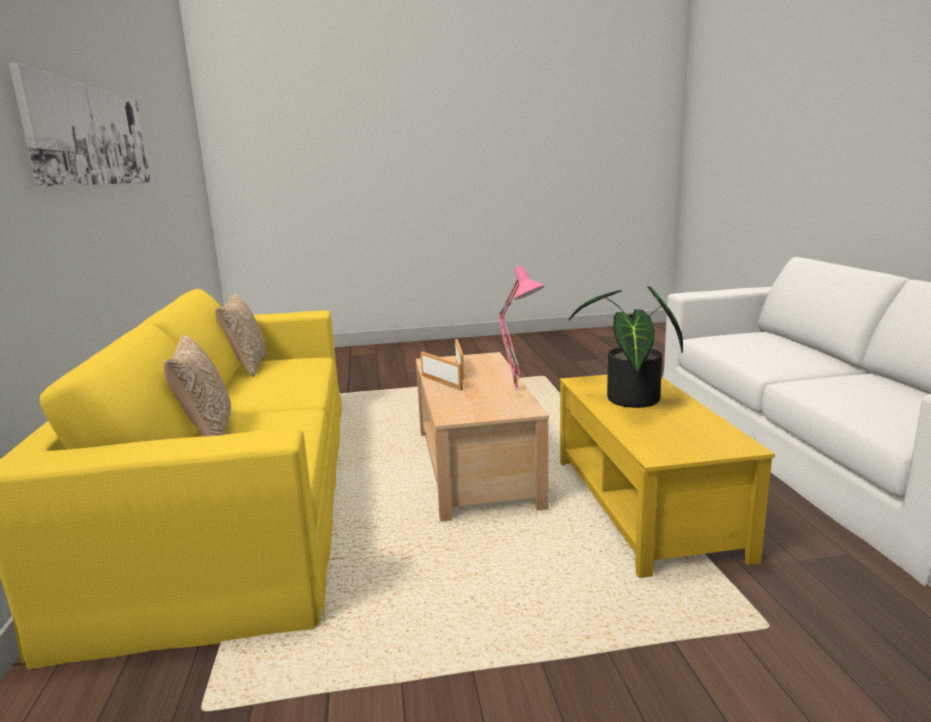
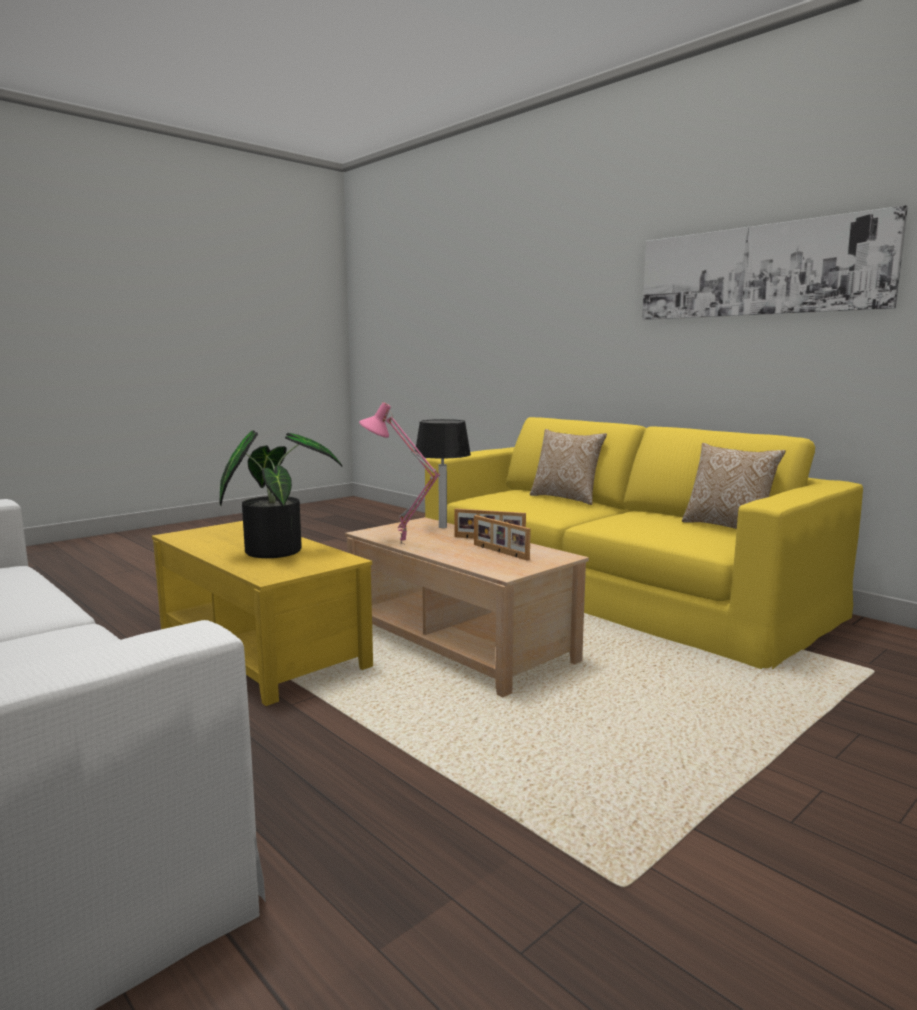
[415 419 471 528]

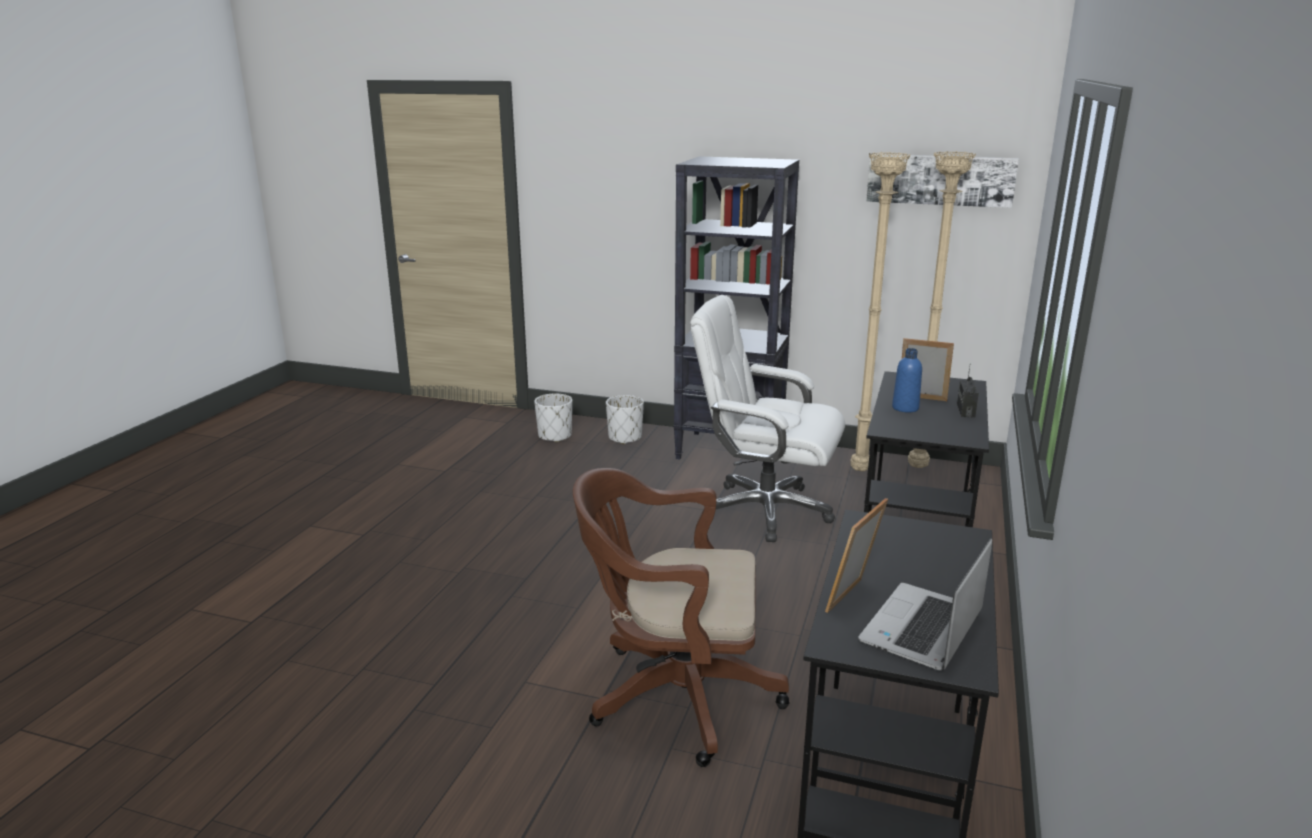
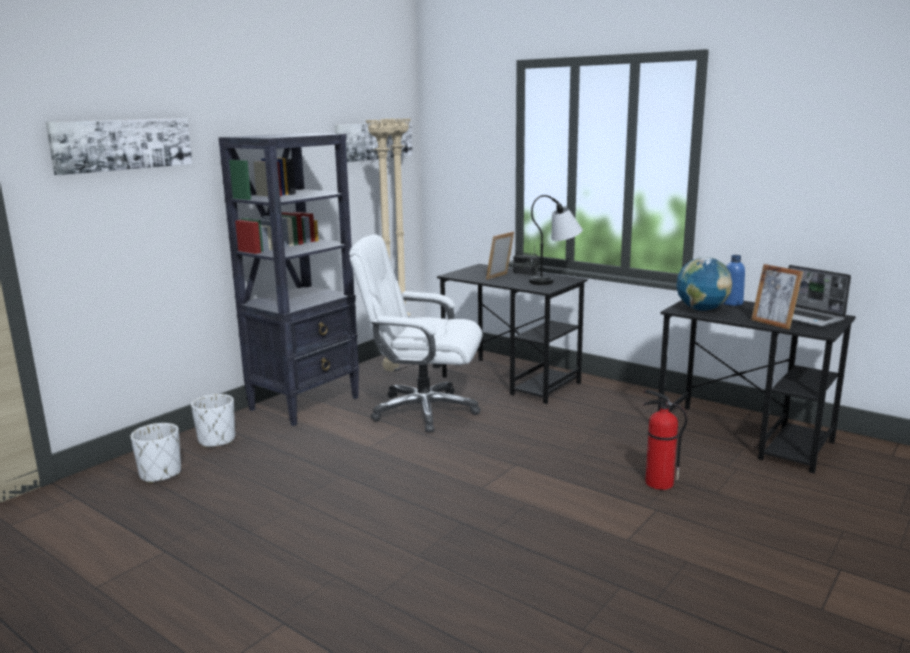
[45 118 193 175]
[349 234 482 433]
[529 195 583 285]
[643 390 688 490]
[676 257 733 311]
[723 255 745 306]

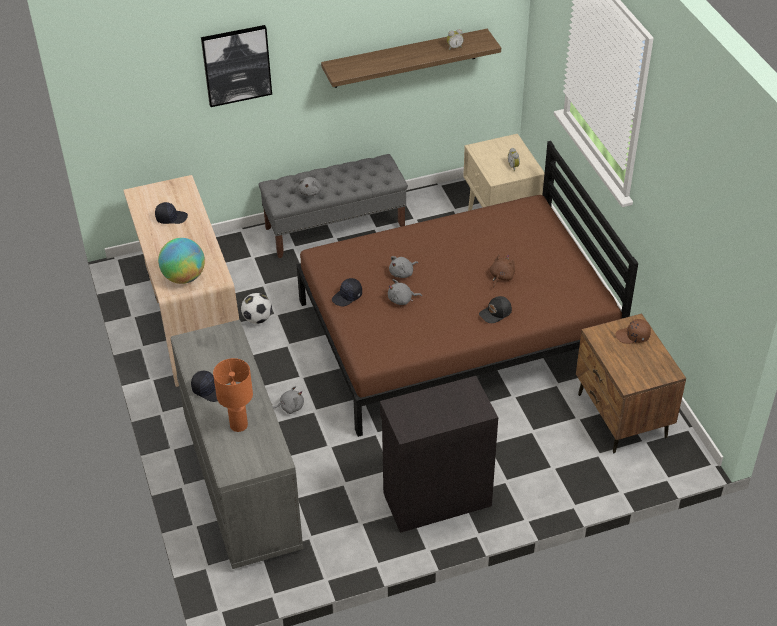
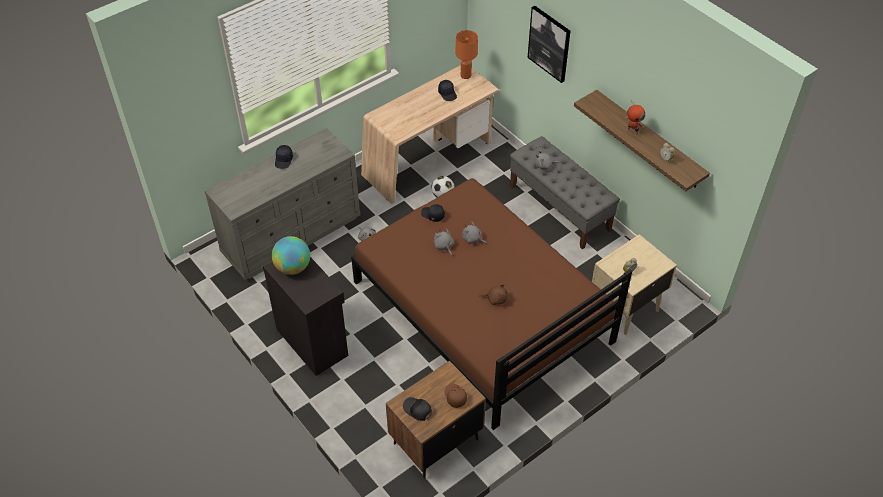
[272 236 310 275]
[403 397 432 421]
[456 30 478 79]
[626 100 645 136]

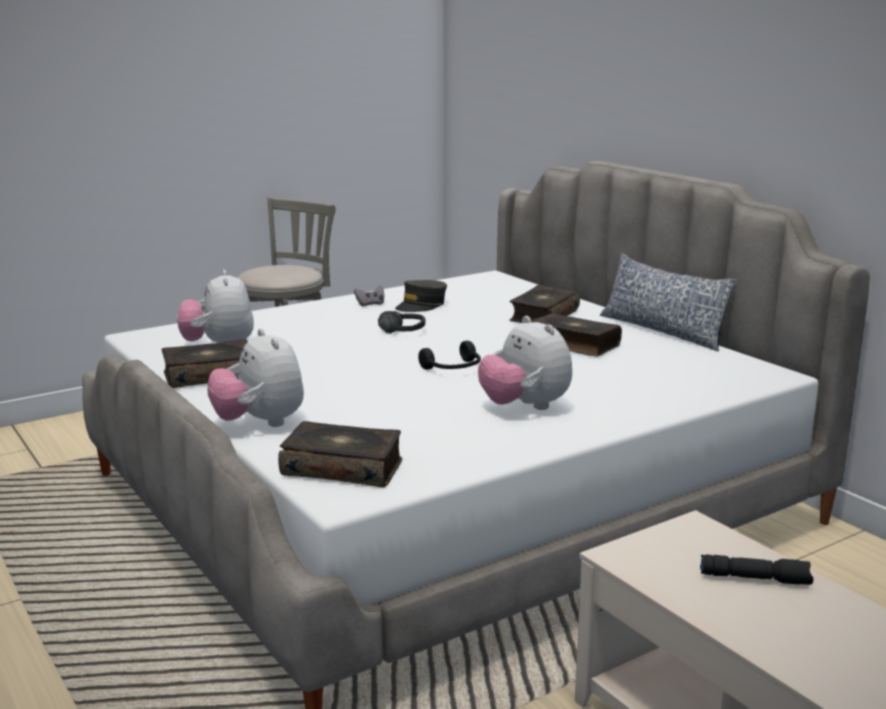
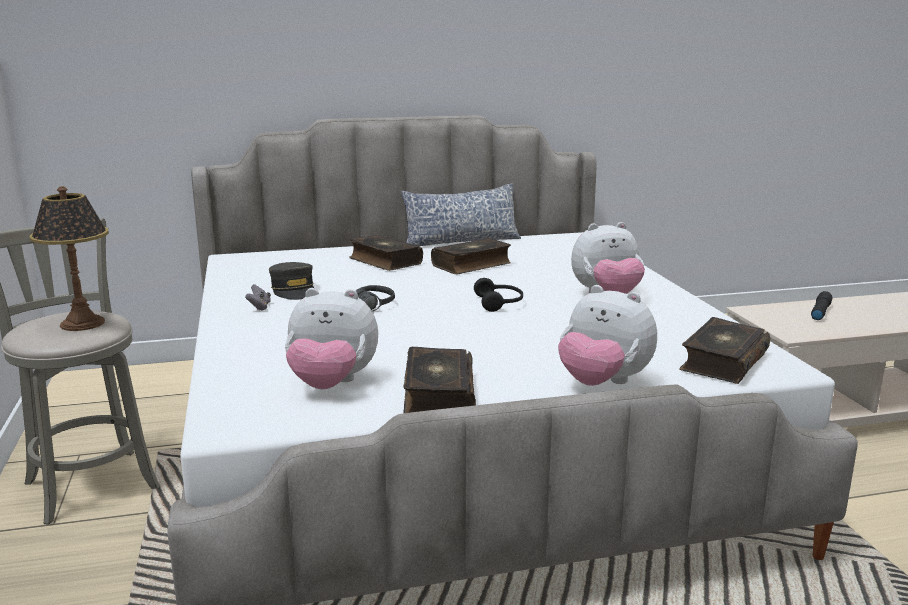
[29 186 109 331]
[558 285 657 386]

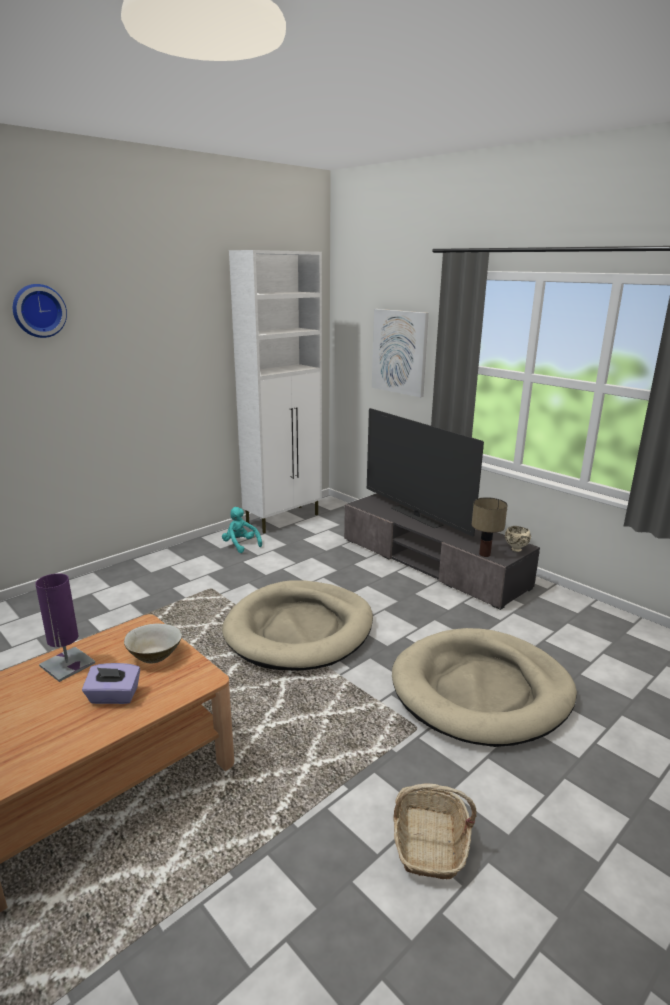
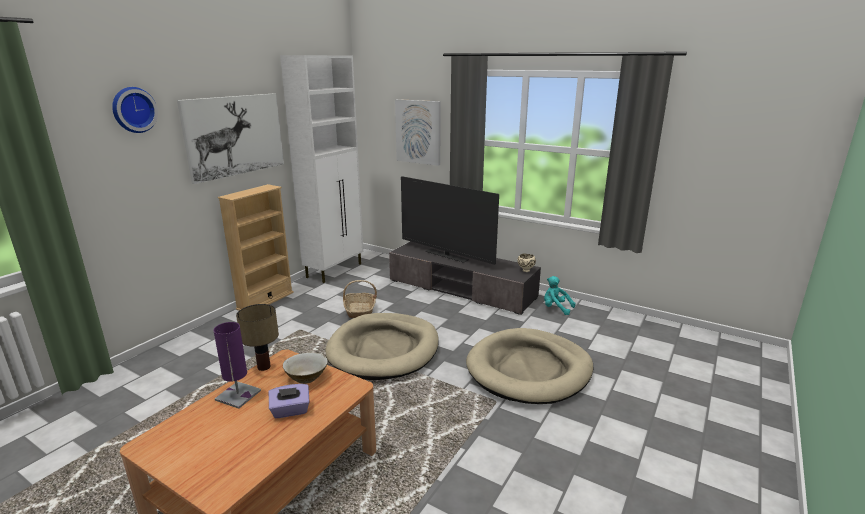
[177 94 284 184]
[218 184 294 311]
[236 304 279 371]
[343 280 377 318]
[544 276 576 315]

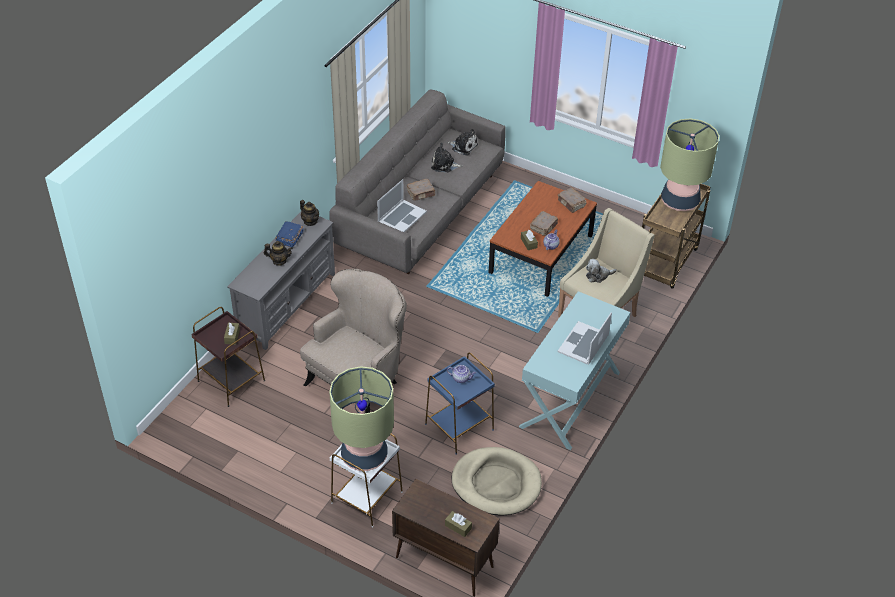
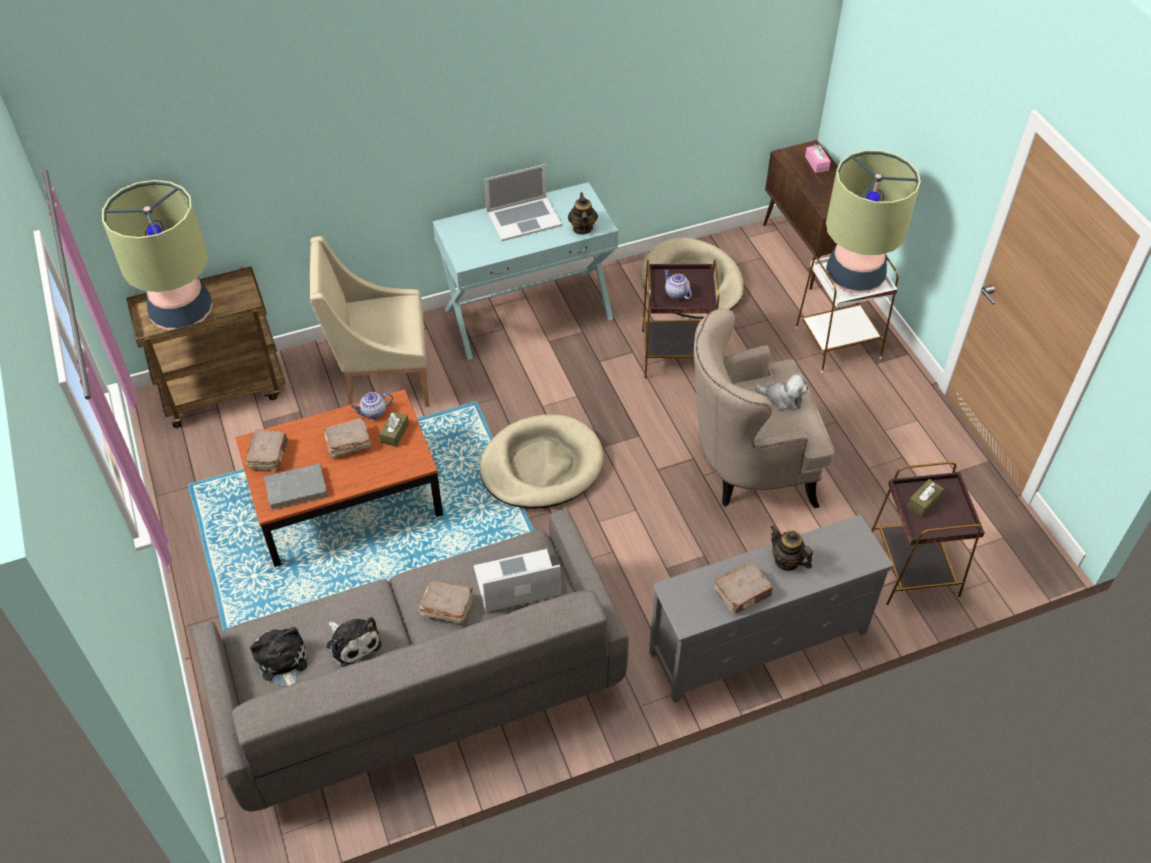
[264 463 328 510]
[480 414 603 509]
[568 193 598 235]
[642 260 720 379]
[714 563 773 614]
[755 374 808 411]
[805 144 831 173]

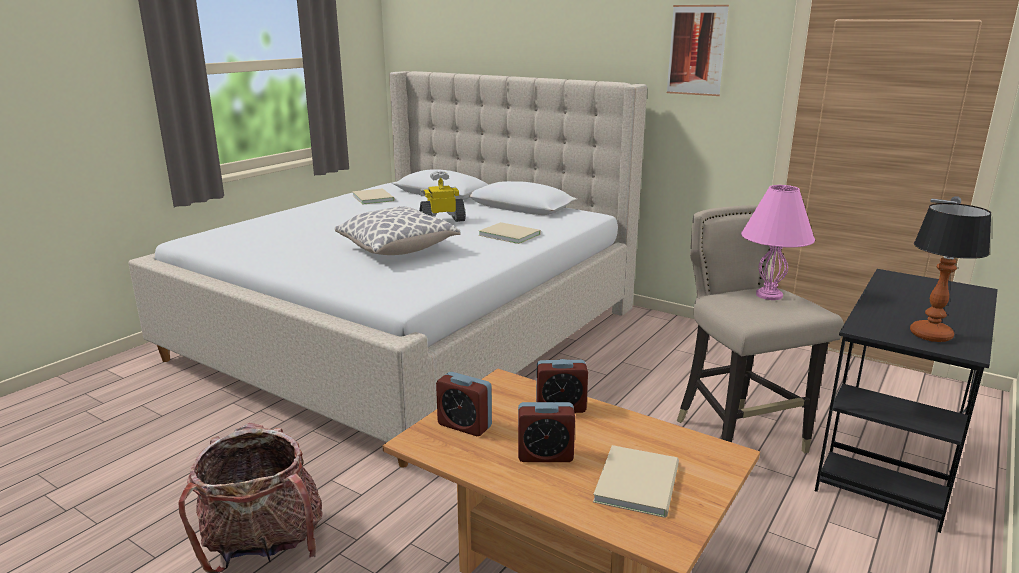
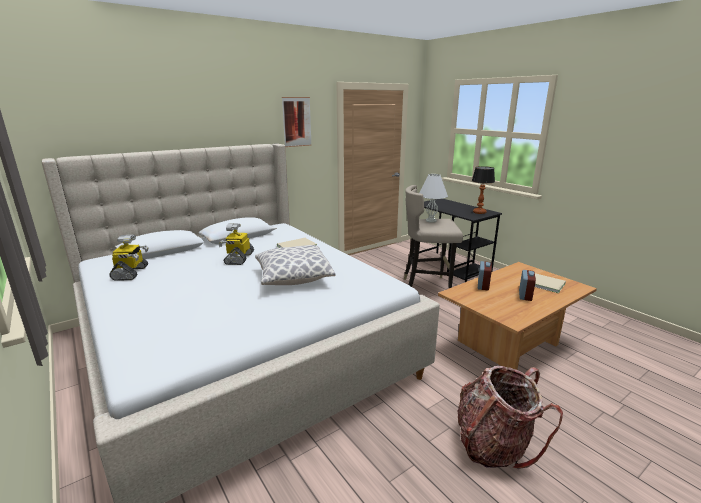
[110 235 149 281]
[420 174 448 223]
[436 372 492 436] (first image)

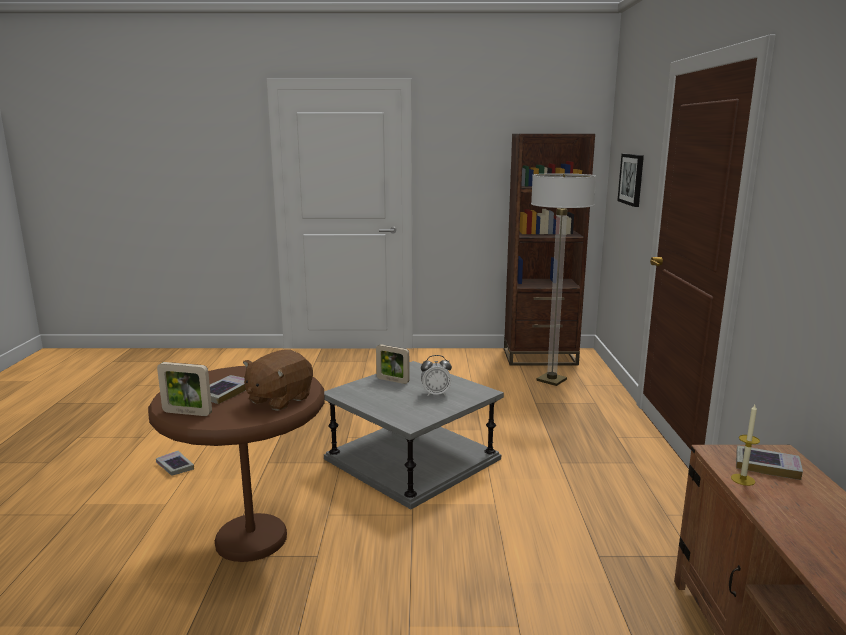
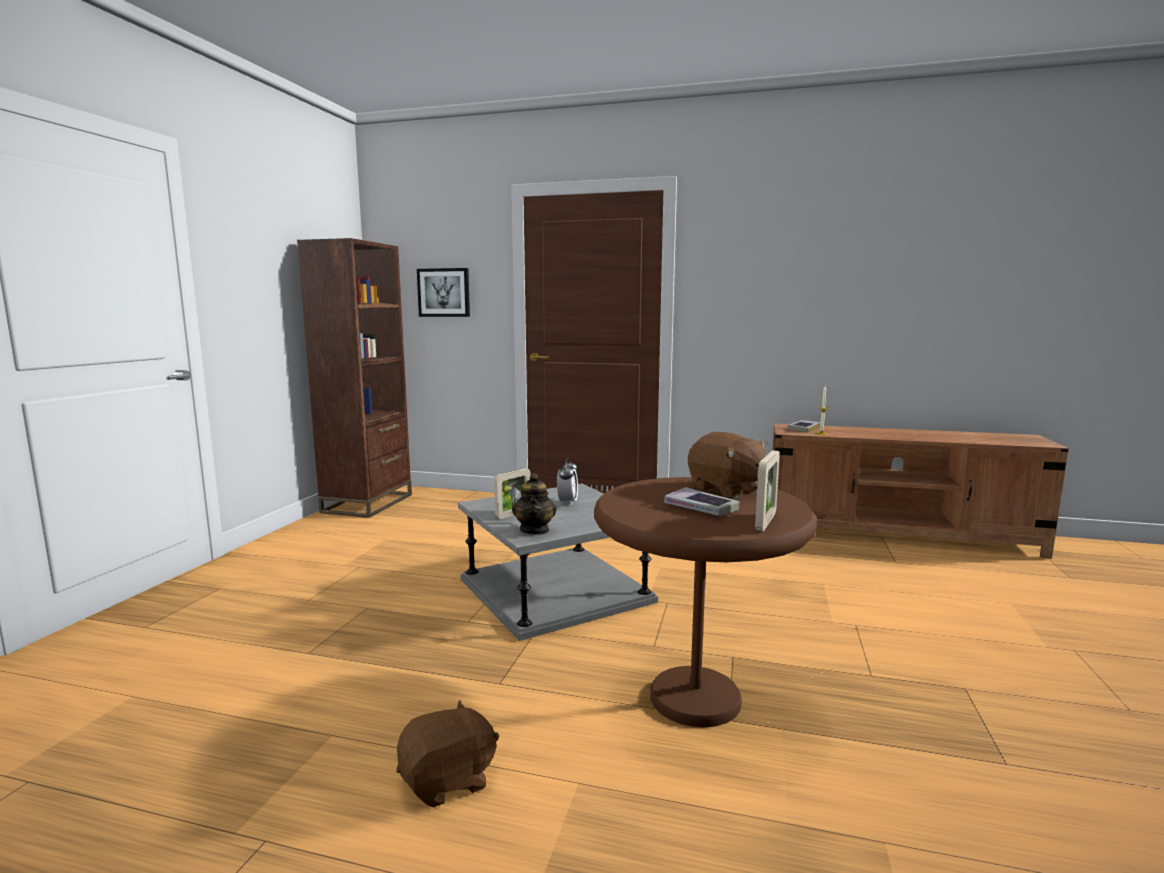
[396 700 499 808]
[512 473 557 535]
[531 173 596 386] (first image)

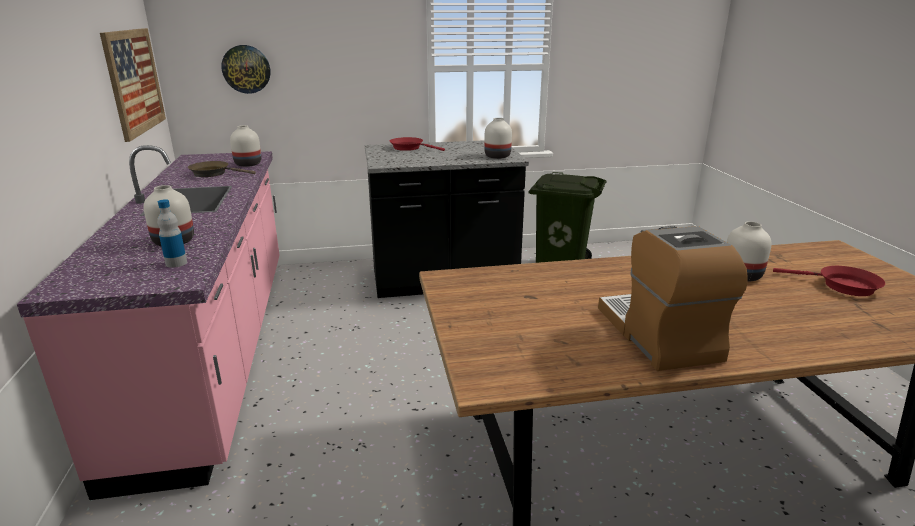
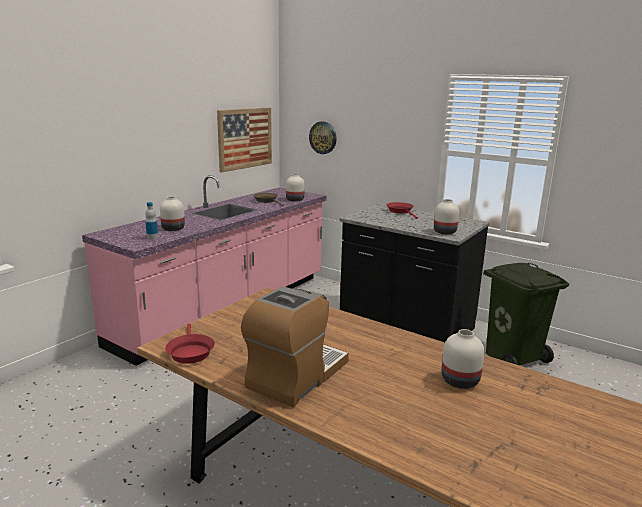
[165 324 215 364]

